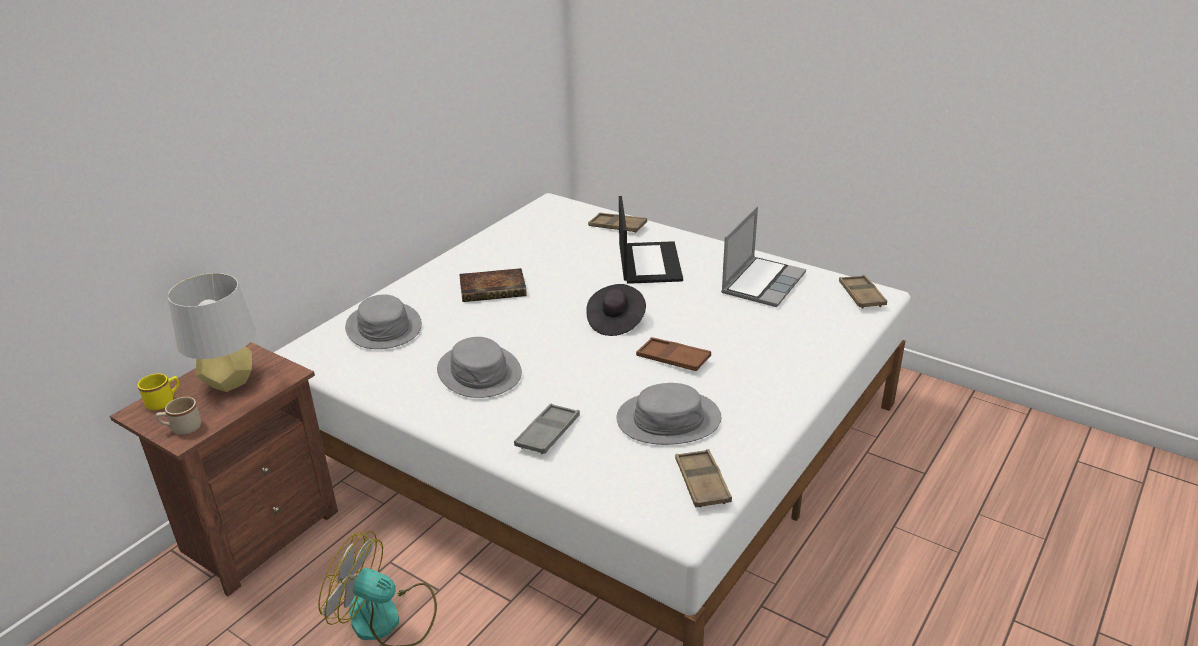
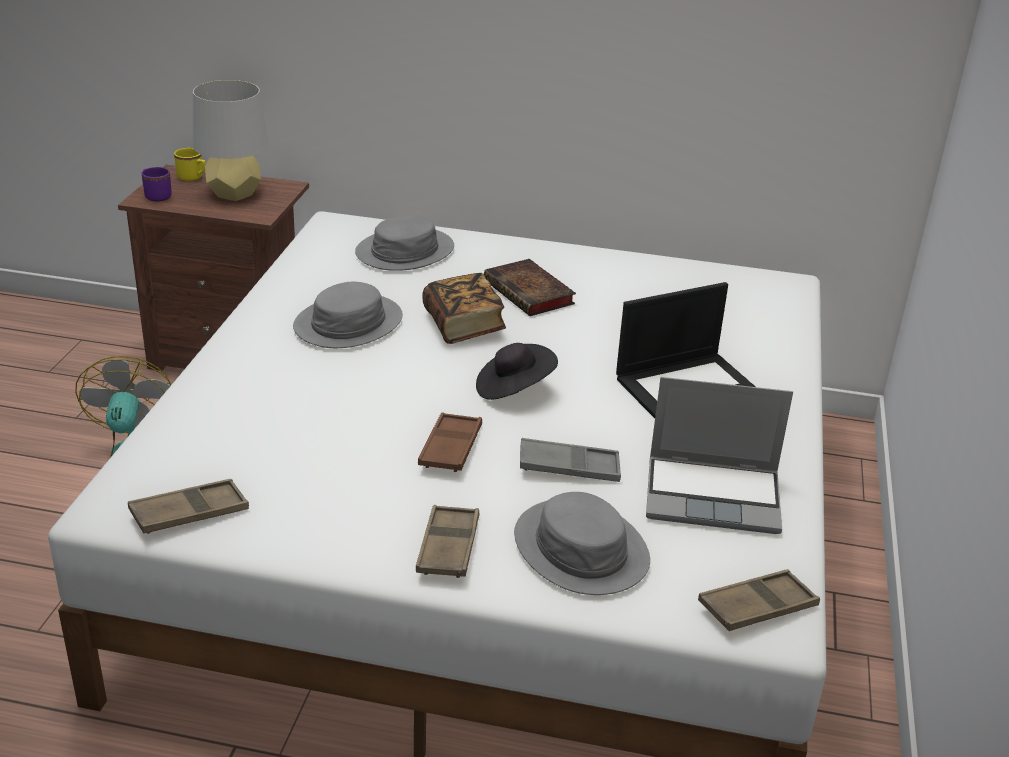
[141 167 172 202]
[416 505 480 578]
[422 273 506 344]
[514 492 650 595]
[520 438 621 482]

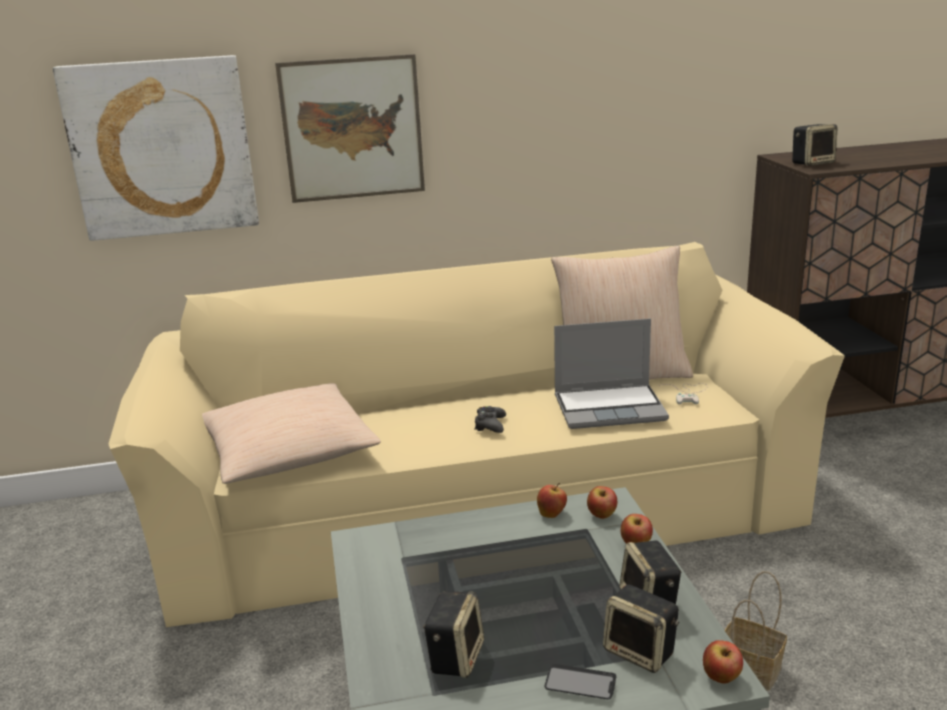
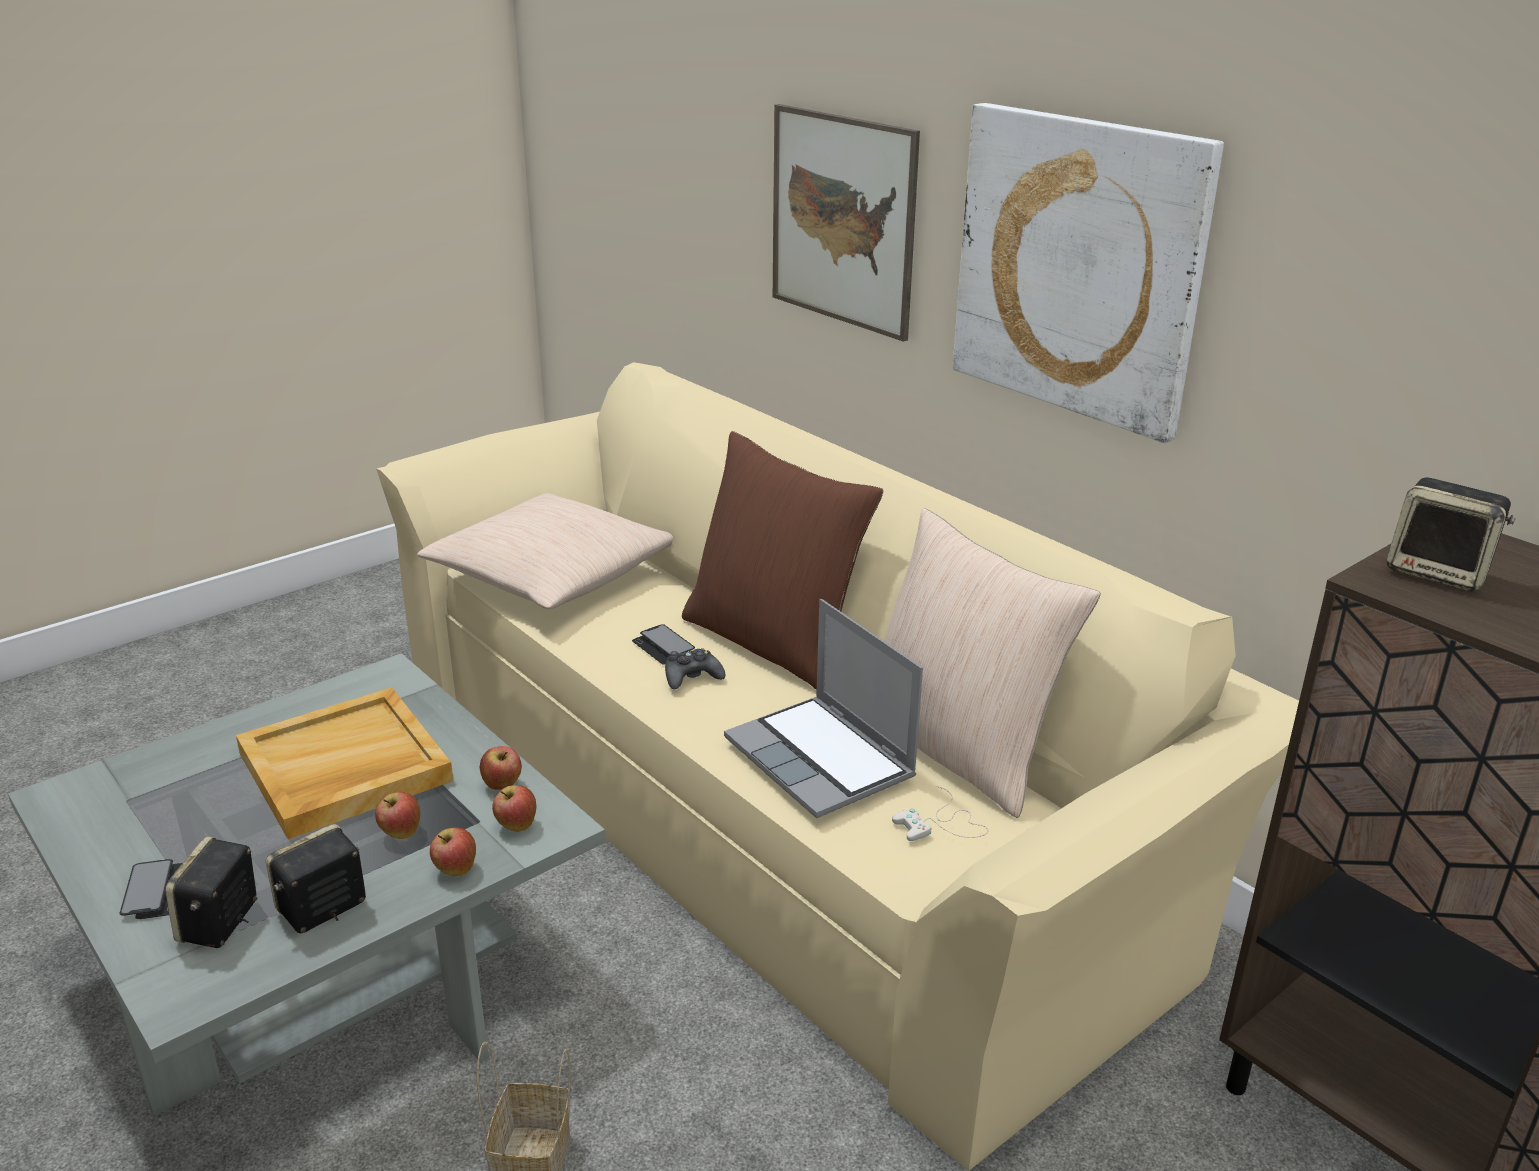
[236 687 454 839]
[375 792 420 839]
[632 624 695 665]
[682 431 884 690]
[953 103 1224 443]
[423 591 484 678] (first image)

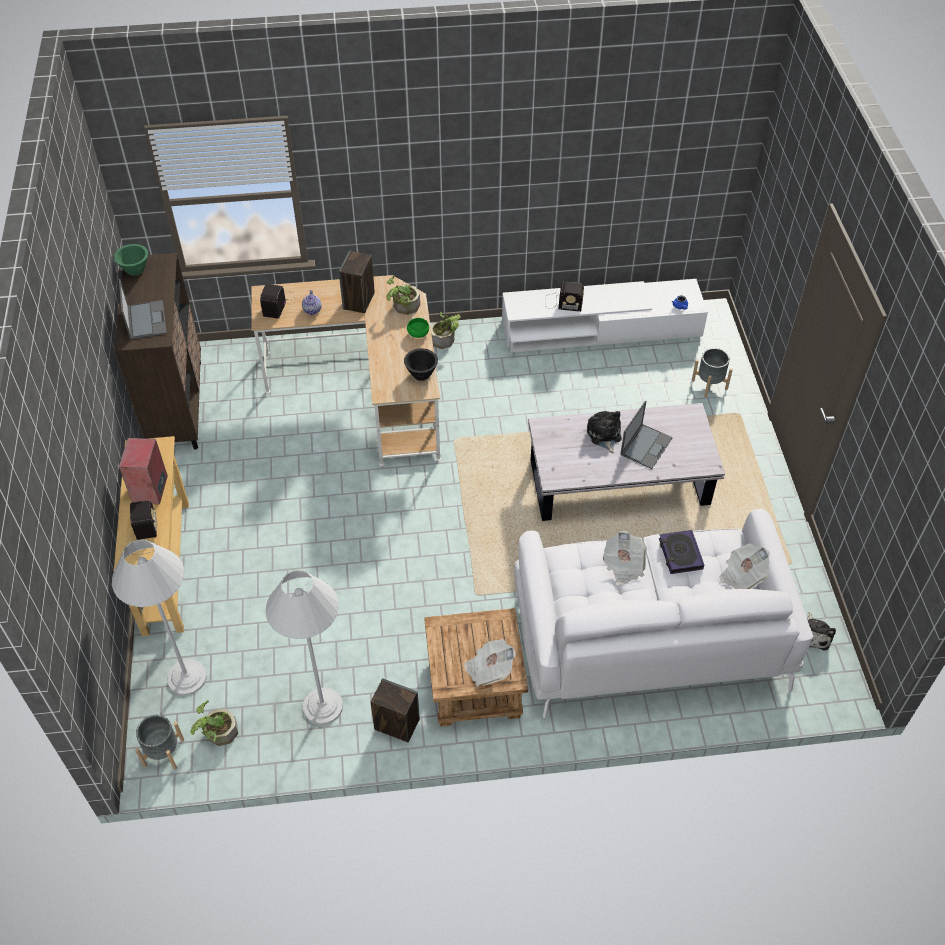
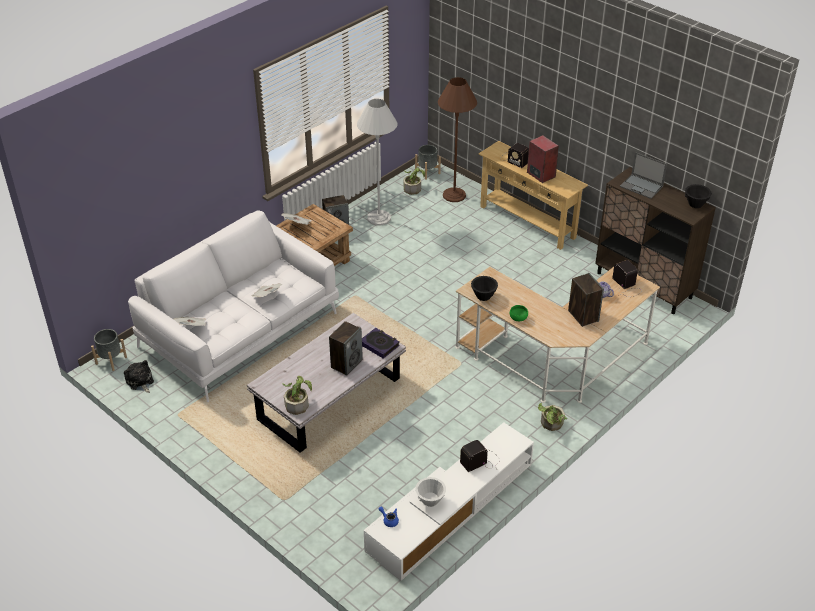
[91 329 127 371]
[282 376 312 415]
[329 321 363 376]
[362 328 400 359]
[415 477 446 507]
[438 77 477 202]
[685 184 712 208]
[620 401 673 469] (first image)

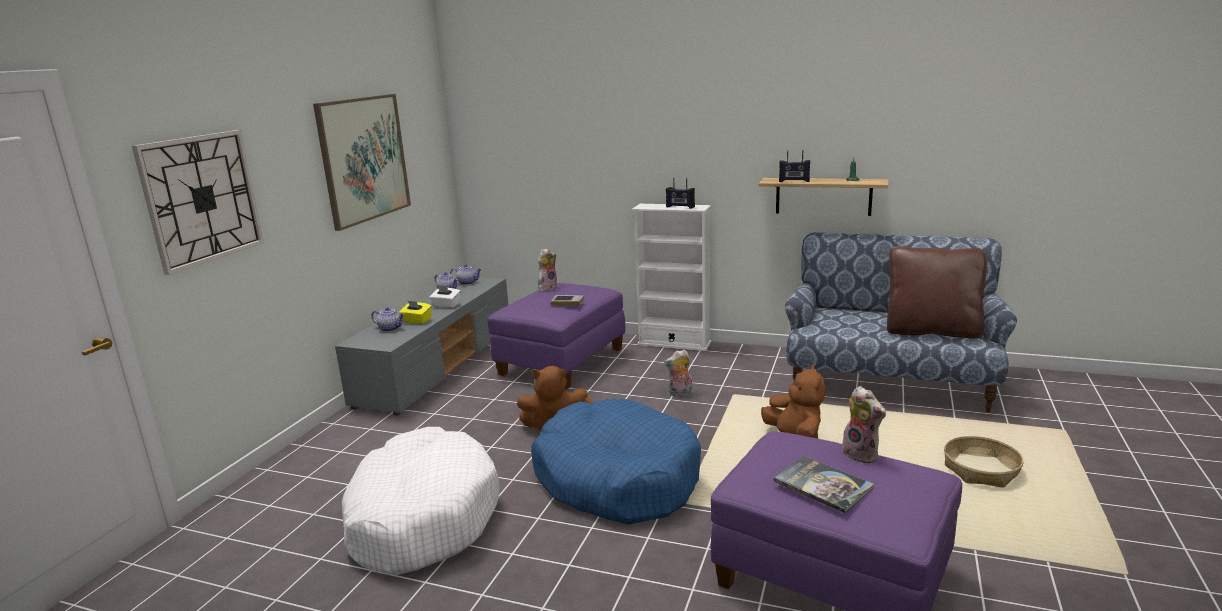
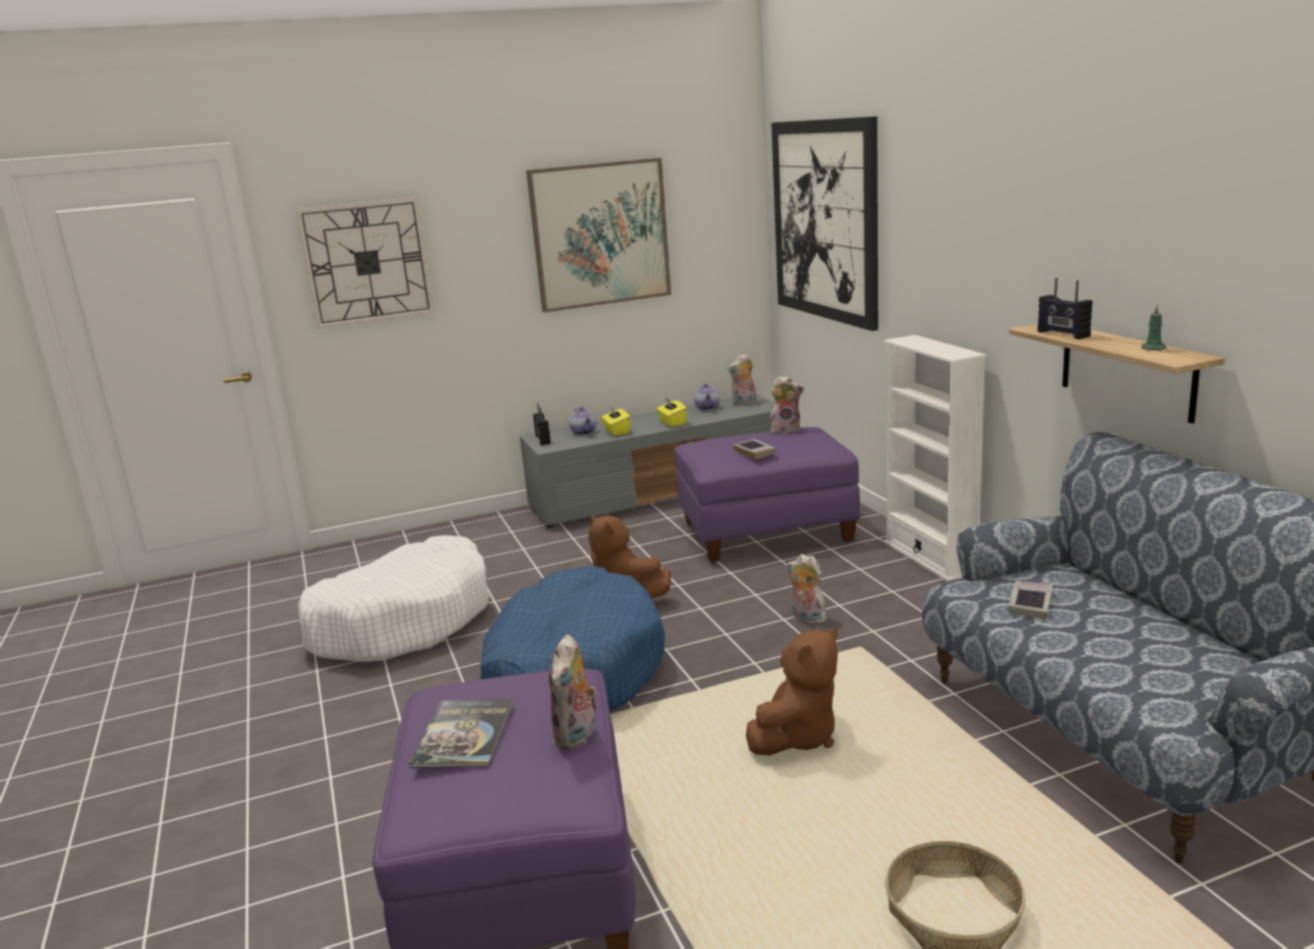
[533 403 551 445]
[656 397 687 427]
[728 353 756 406]
[771 116 878 331]
[1007 581 1053 619]
[887 246 987 339] (first image)

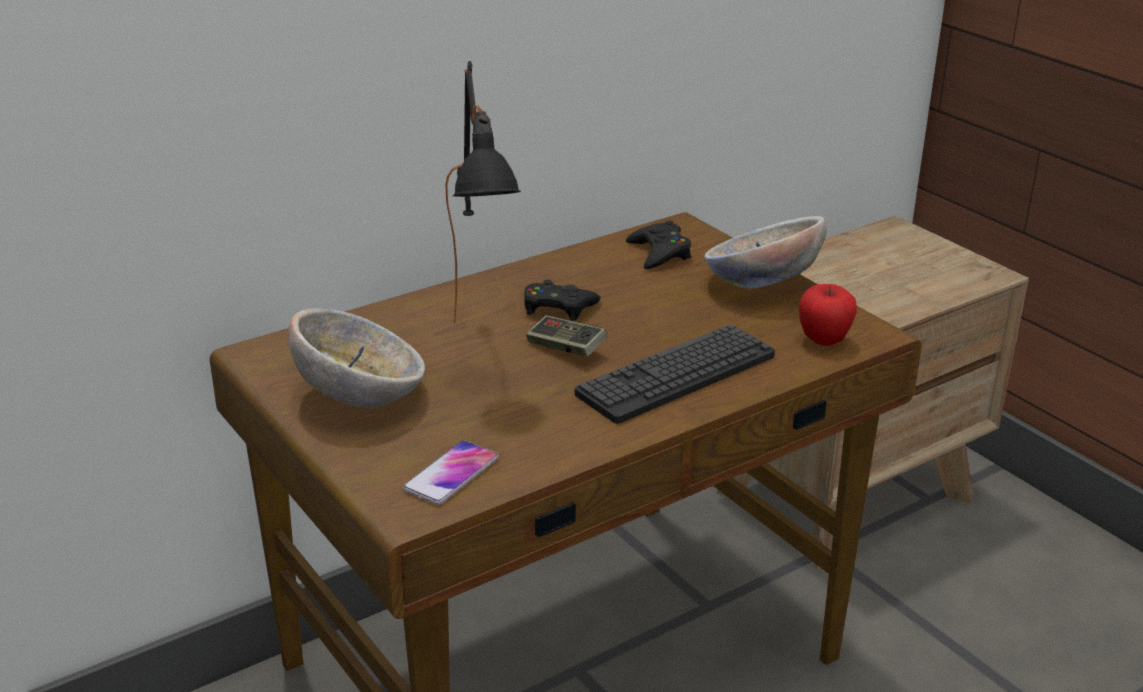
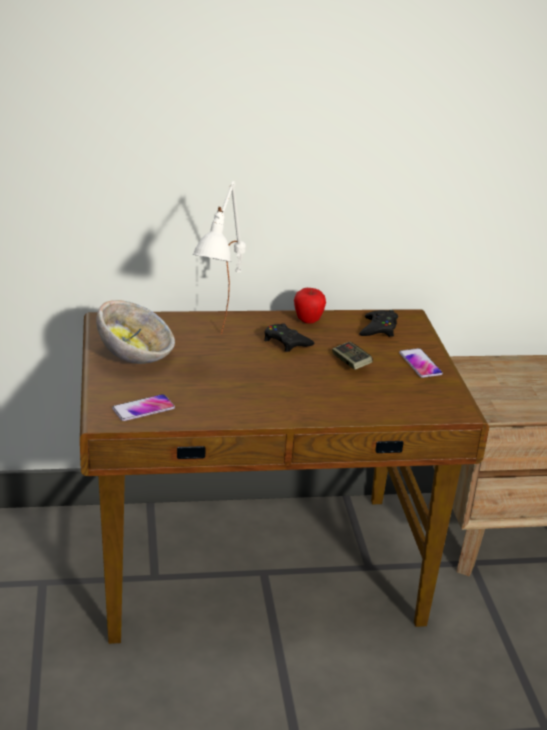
[192 181 246 334]
[294 288 326 324]
[332 341 373 370]
[399 348 443 378]
[575 324 775 424] (first image)

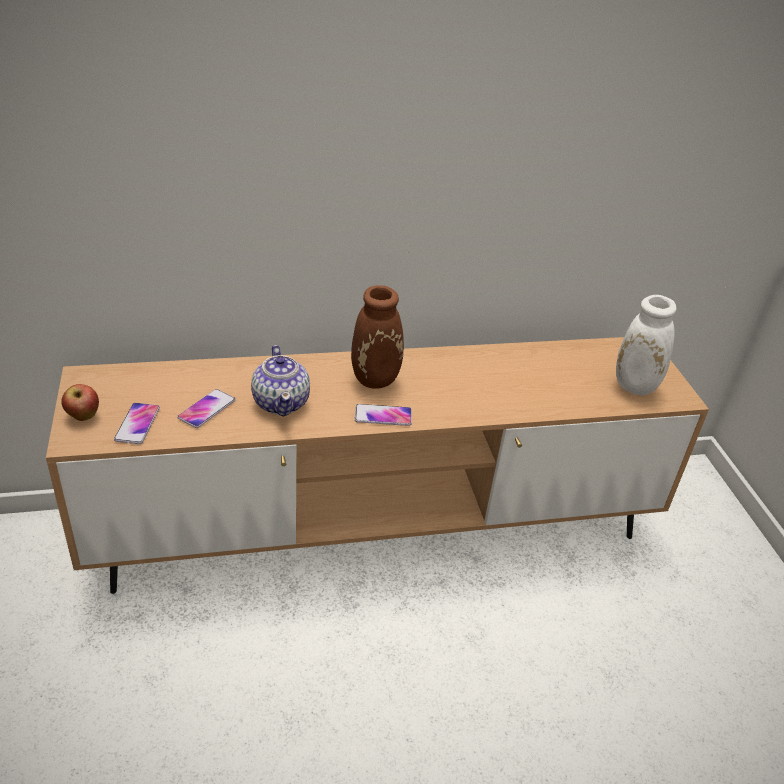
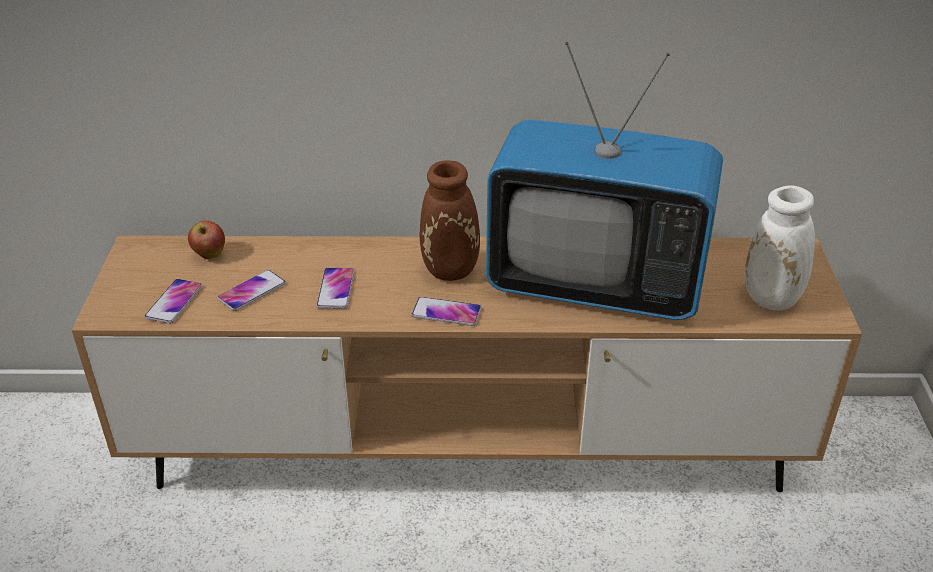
[188 221 225 259]
[317 268 354 309]
[486 42 723 320]

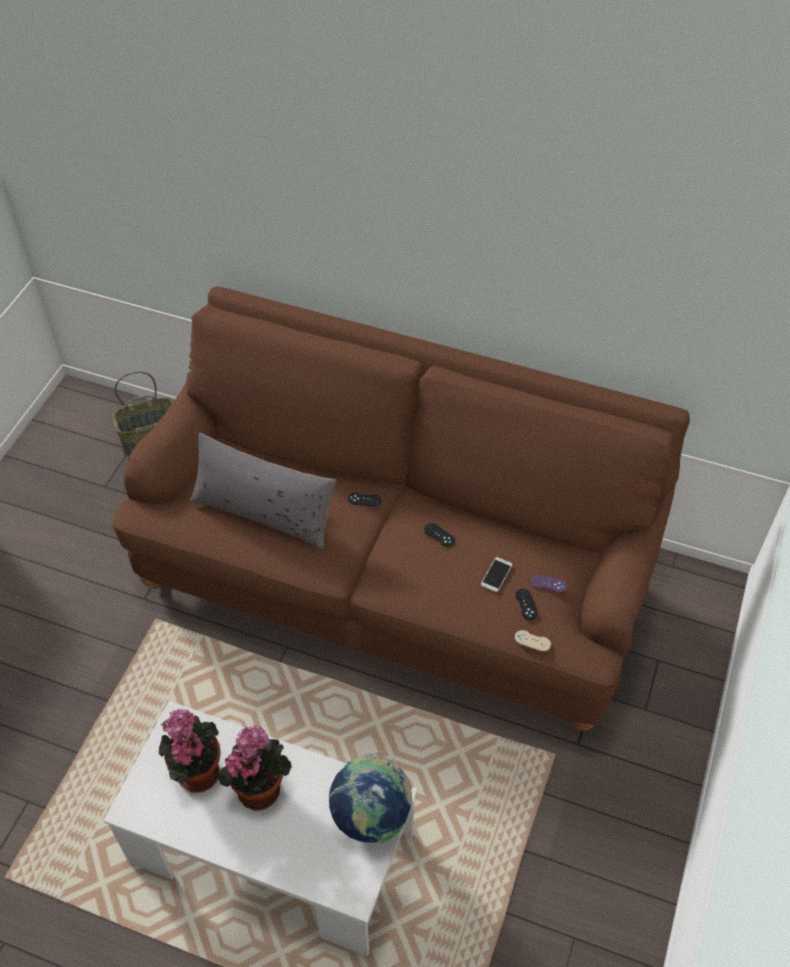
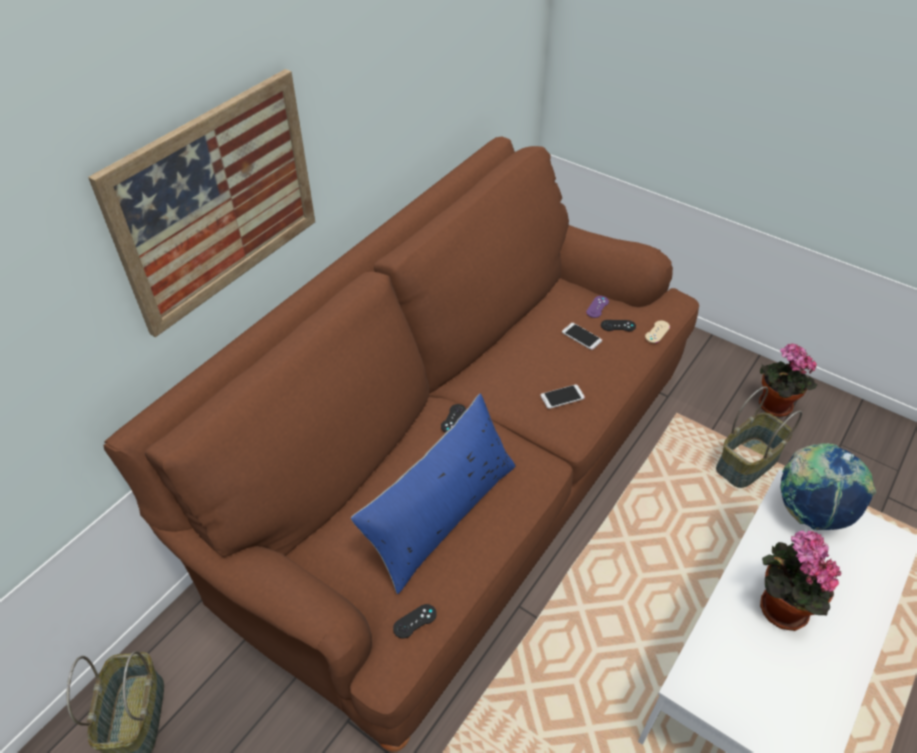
[88 69 315 337]
[351 394 516 594]
[393 604 437 639]
[541 384 585 409]
[716 386 802 488]
[759 343 817 417]

